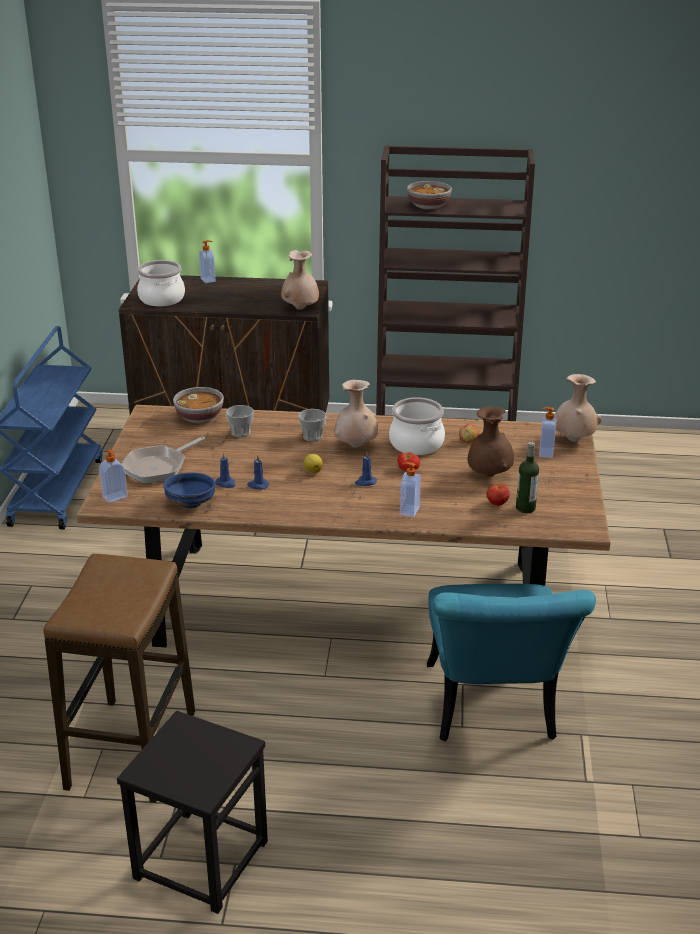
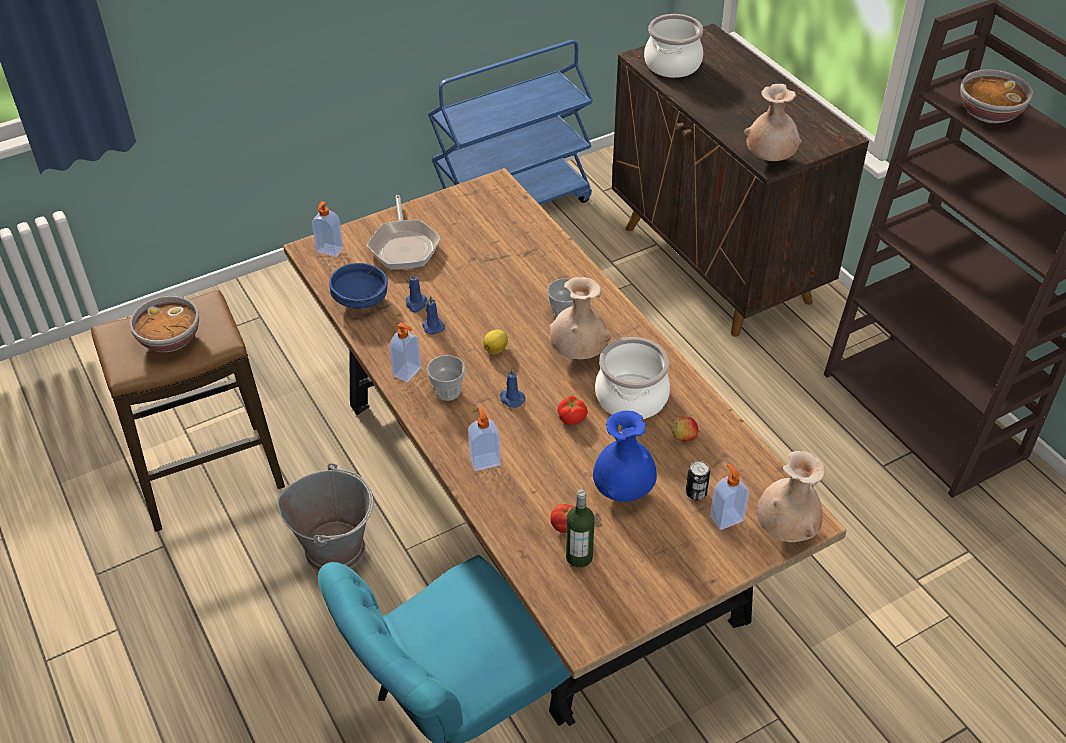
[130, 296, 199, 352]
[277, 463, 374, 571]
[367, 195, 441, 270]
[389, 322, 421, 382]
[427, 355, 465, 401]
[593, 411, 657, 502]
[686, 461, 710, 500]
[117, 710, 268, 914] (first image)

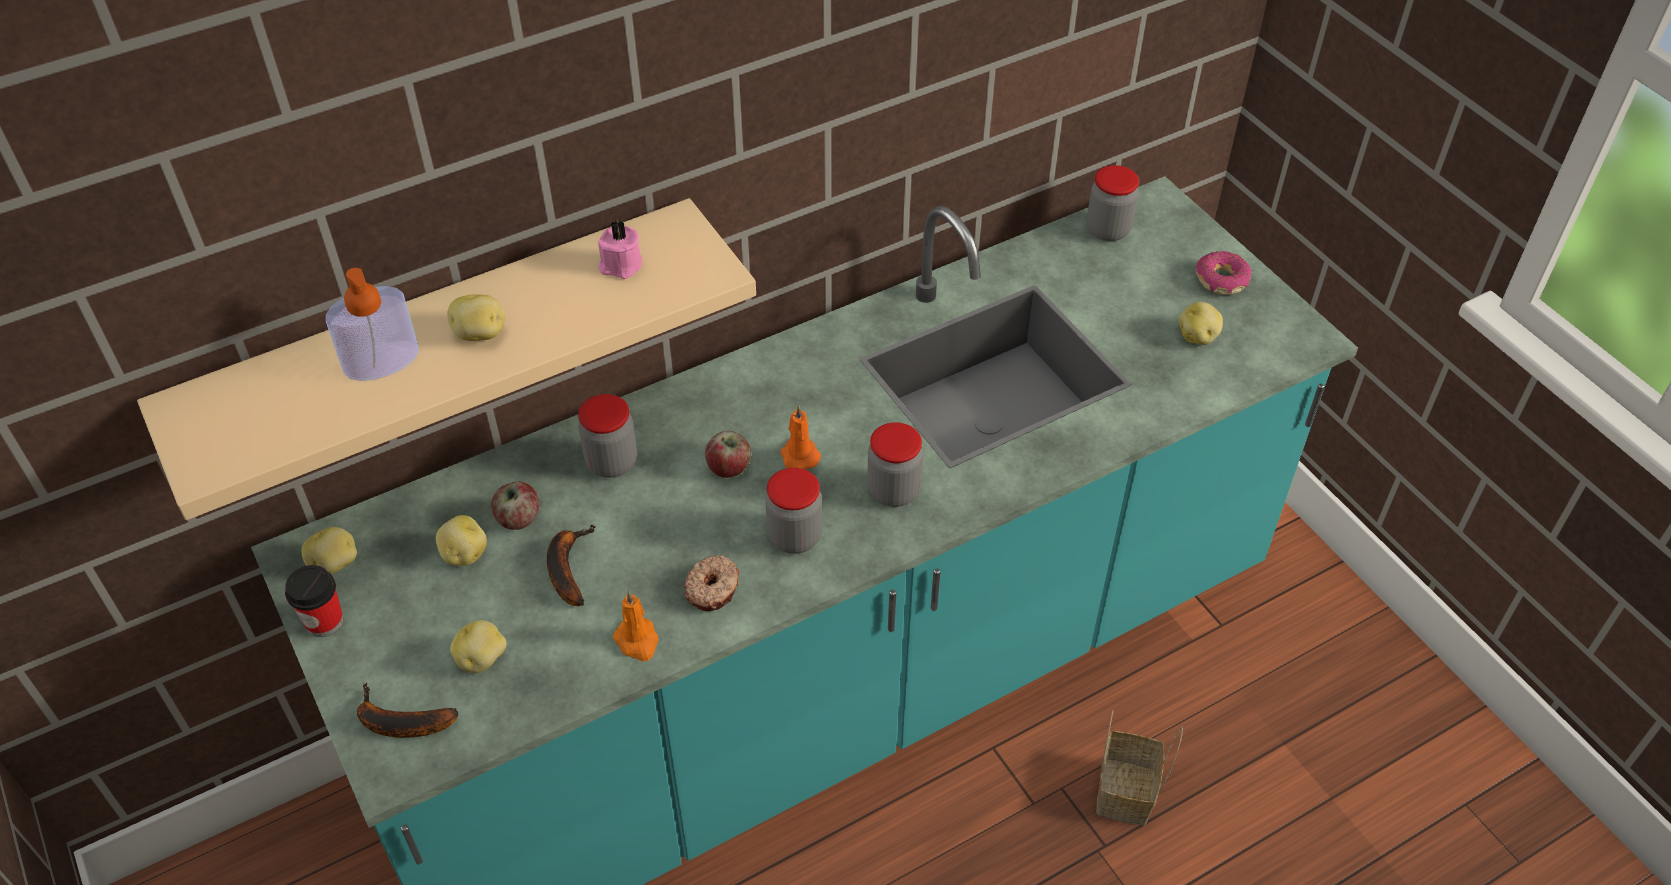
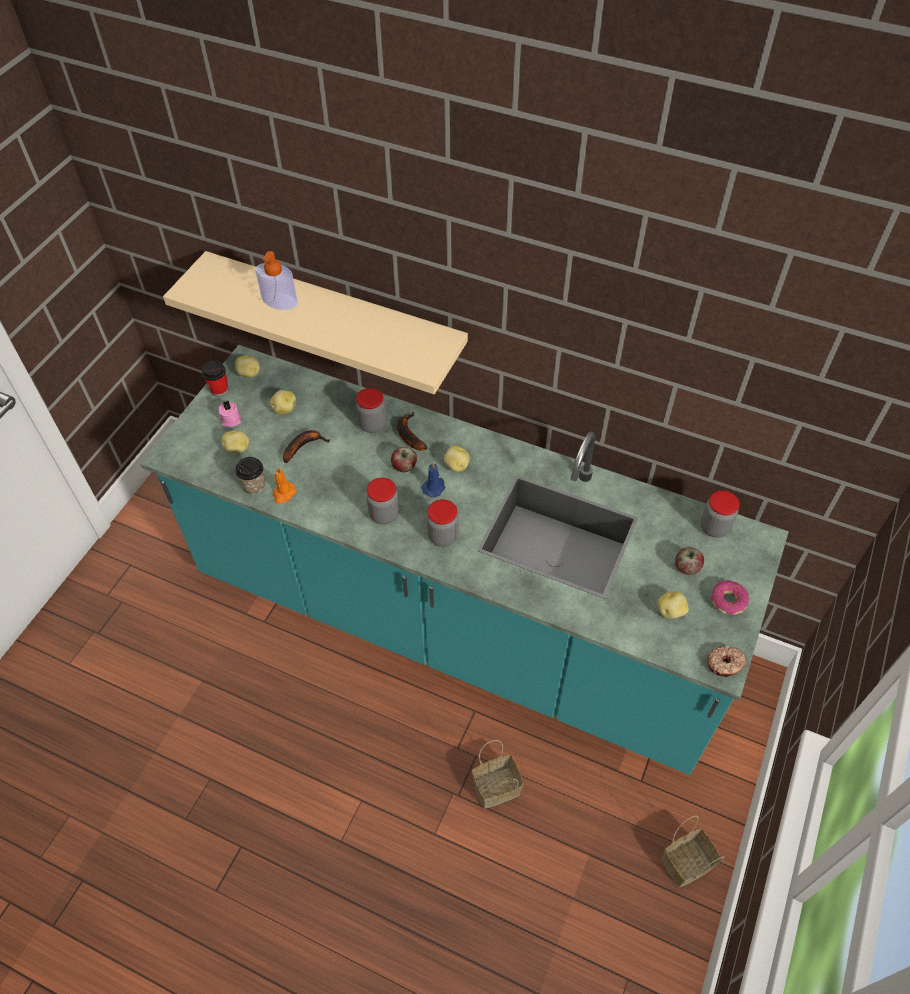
[218, 400, 241, 427]
[235, 457, 265, 495]
[397, 412, 428, 451]
[422, 462, 445, 498]
[444, 446, 470, 472]
[661, 816, 724, 888]
[675, 547, 704, 575]
[707, 646, 746, 677]

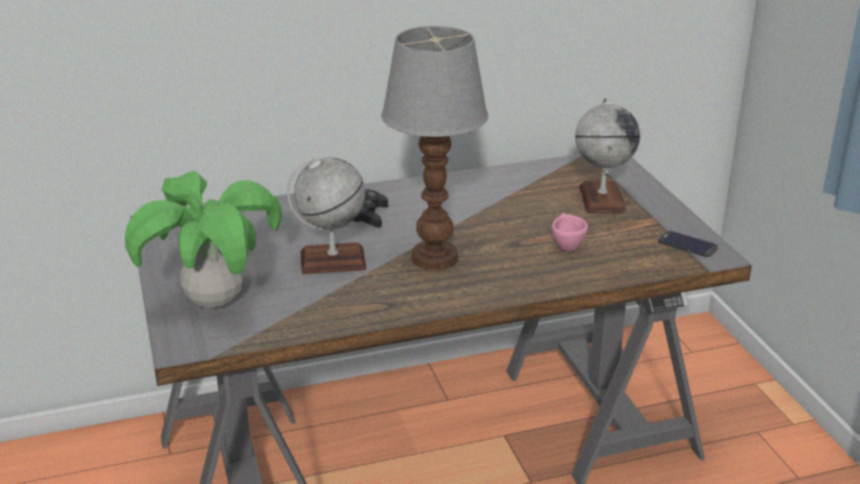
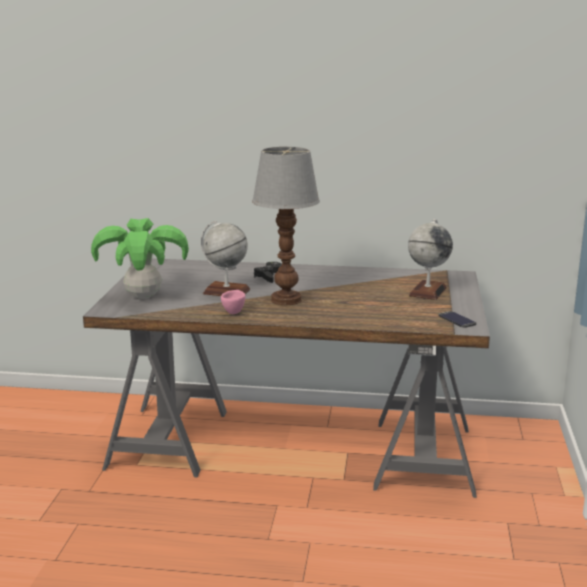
[221, 290, 245, 314]

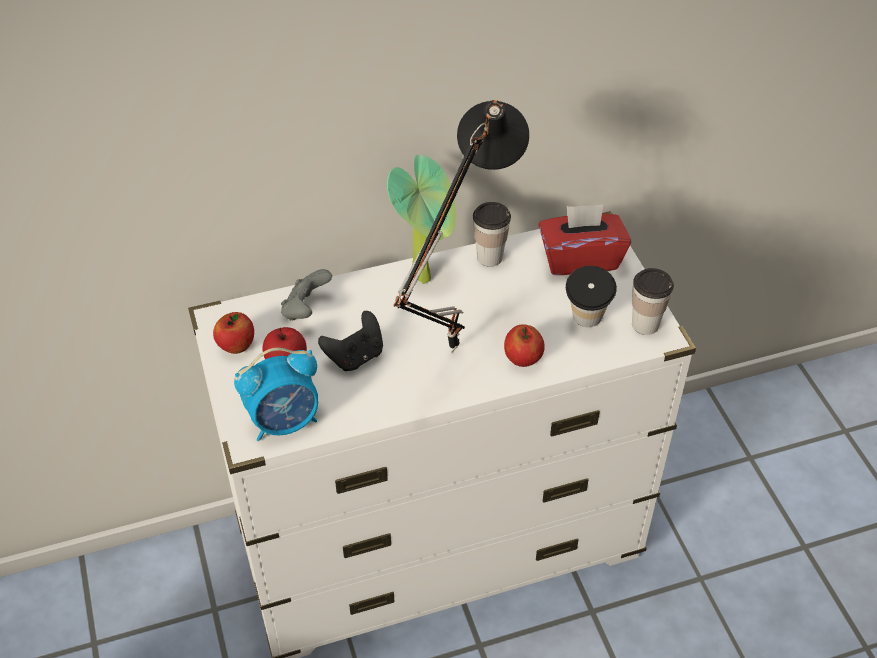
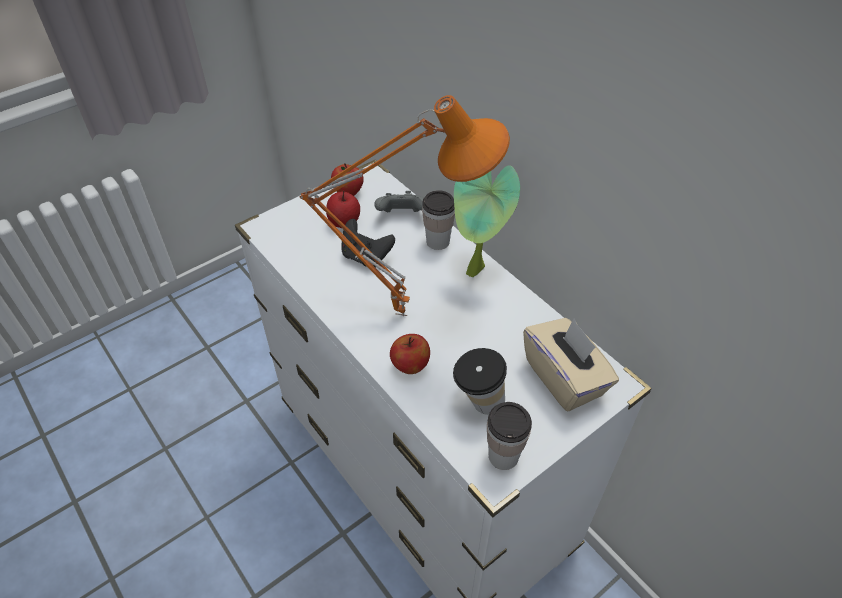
[300, 95, 510, 316]
[422, 190, 455, 250]
[523, 318, 619, 411]
[234, 348, 318, 441] (first image)

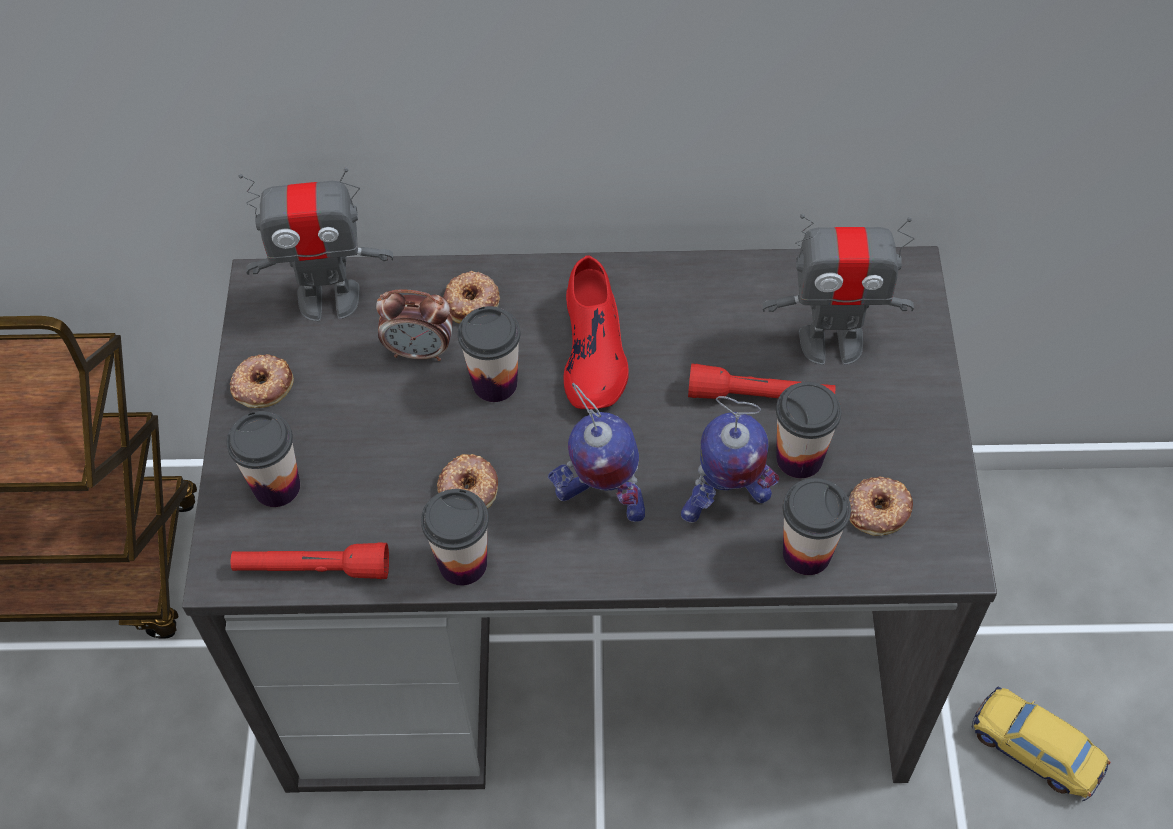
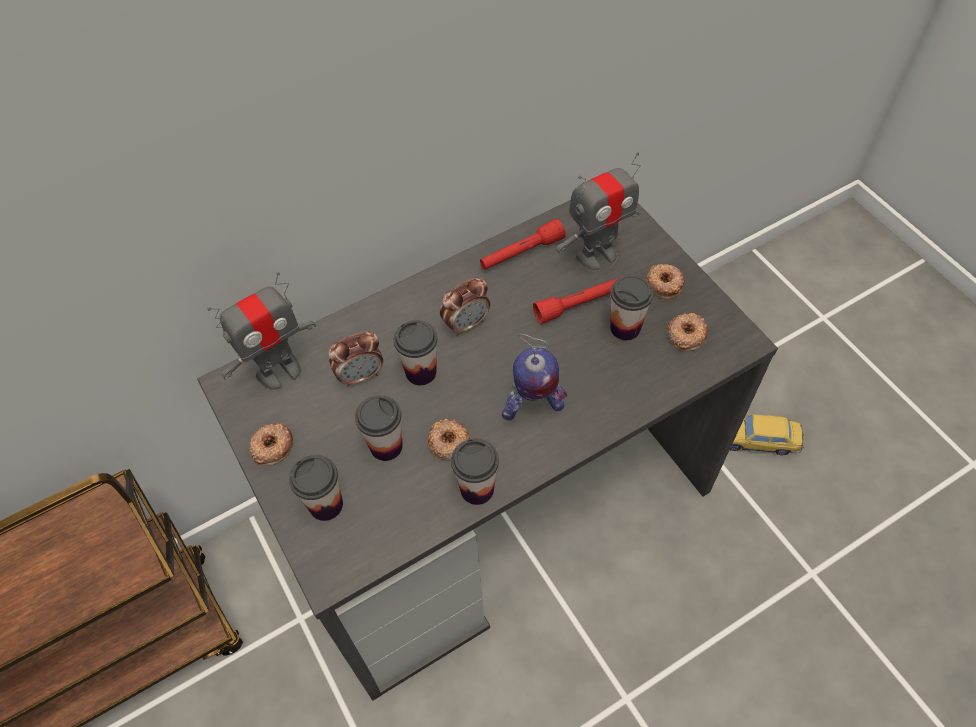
[355, 395, 403, 461]
[440, 278, 490, 336]
[480, 219, 566, 270]
[646, 264, 685, 300]
[681, 396, 779, 523] (first image)

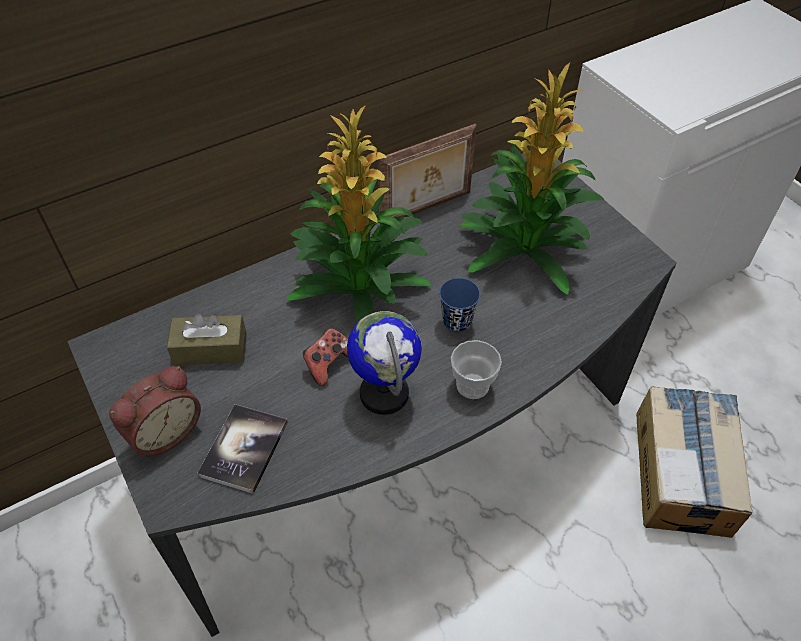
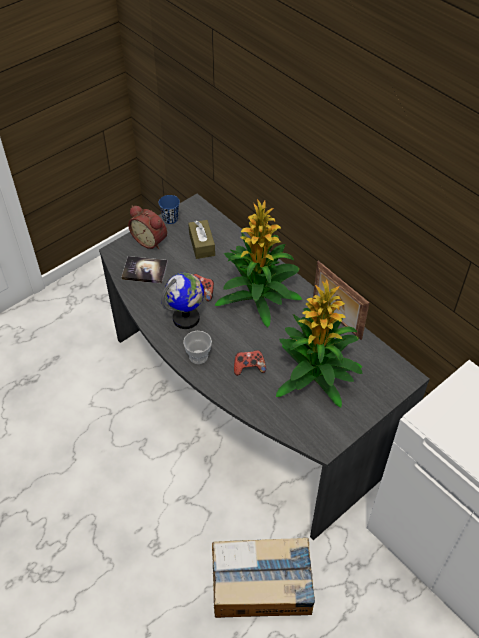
[159, 195, 180, 224]
[234, 350, 266, 376]

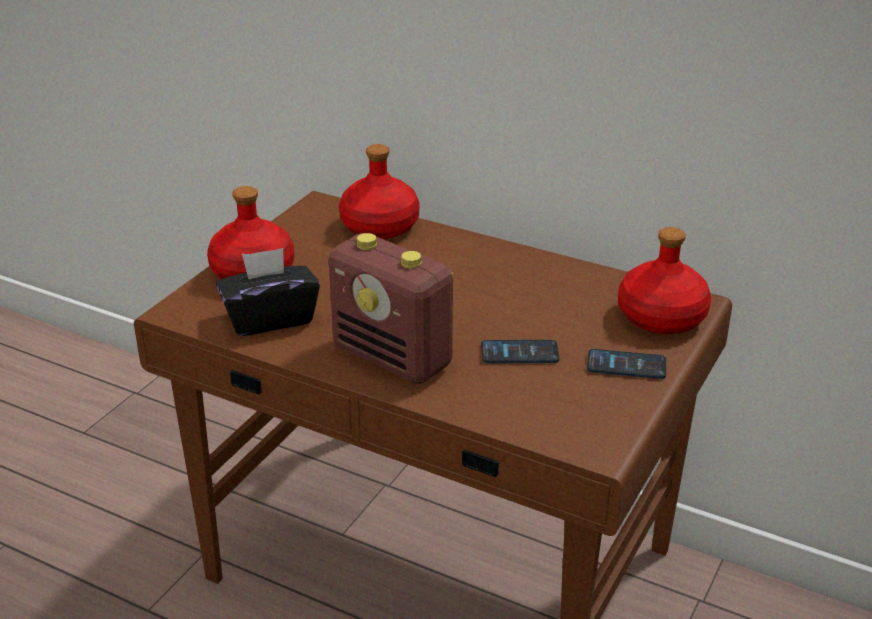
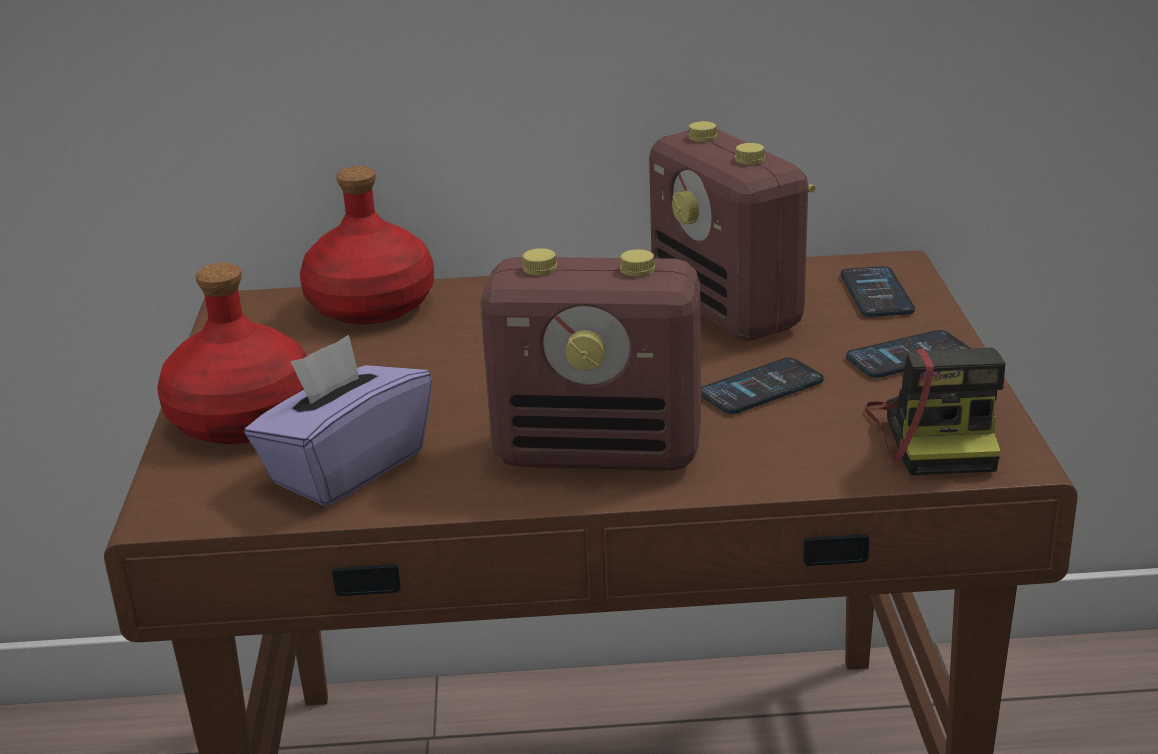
[245, 335, 432, 506]
[649, 121, 816, 341]
[841, 266, 915, 317]
[865, 348, 1005, 475]

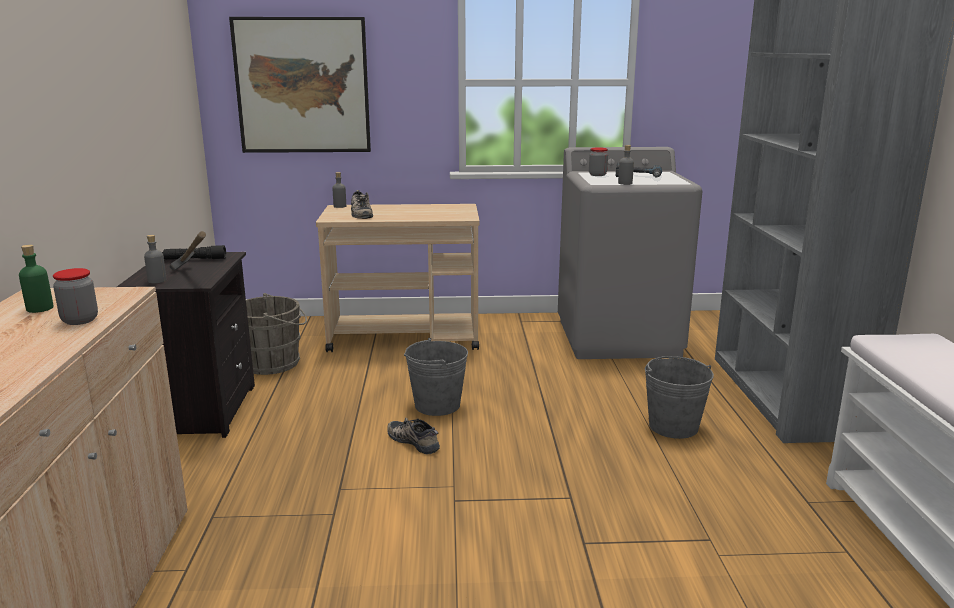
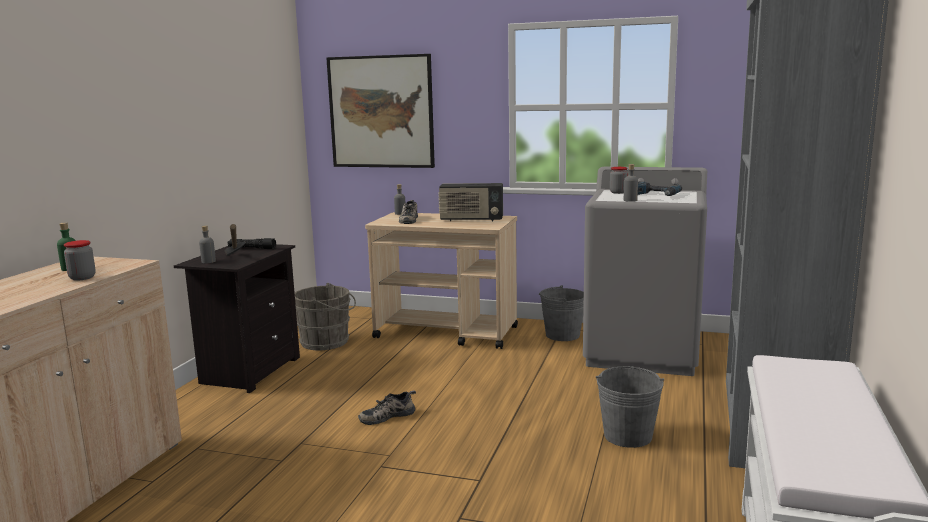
[358, 391, 416, 425]
[438, 183, 503, 221]
[539, 285, 584, 341]

